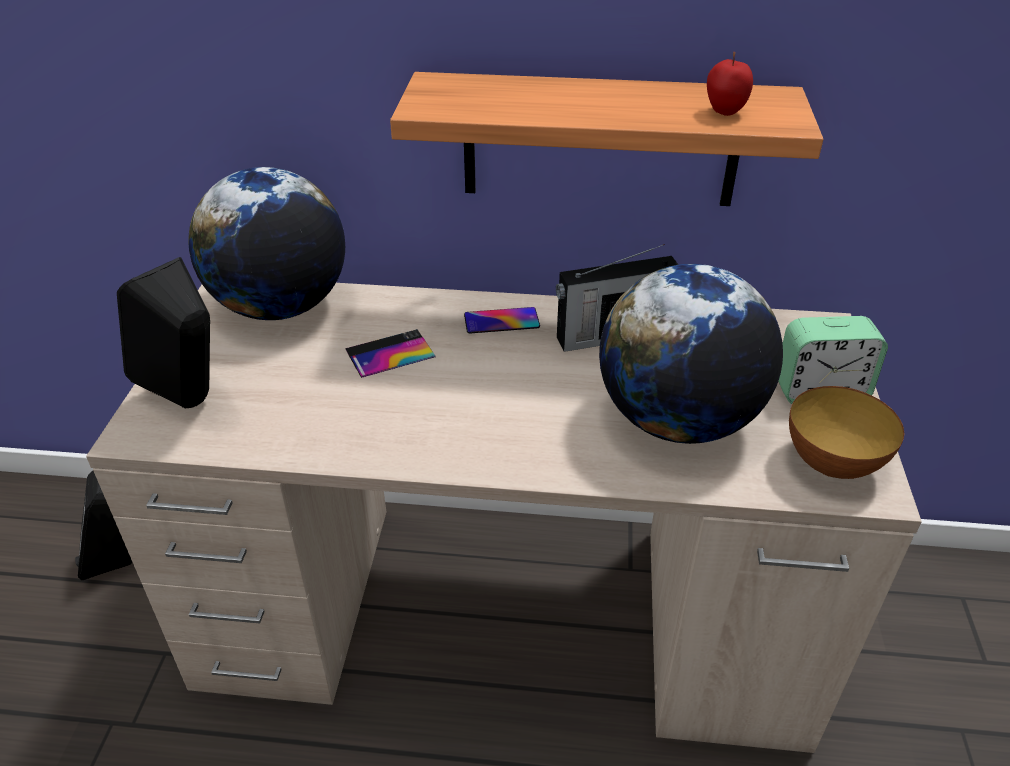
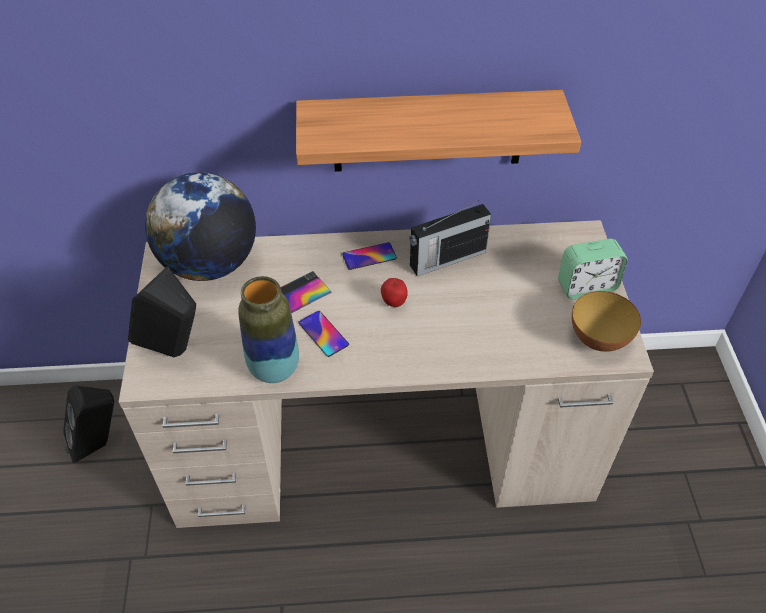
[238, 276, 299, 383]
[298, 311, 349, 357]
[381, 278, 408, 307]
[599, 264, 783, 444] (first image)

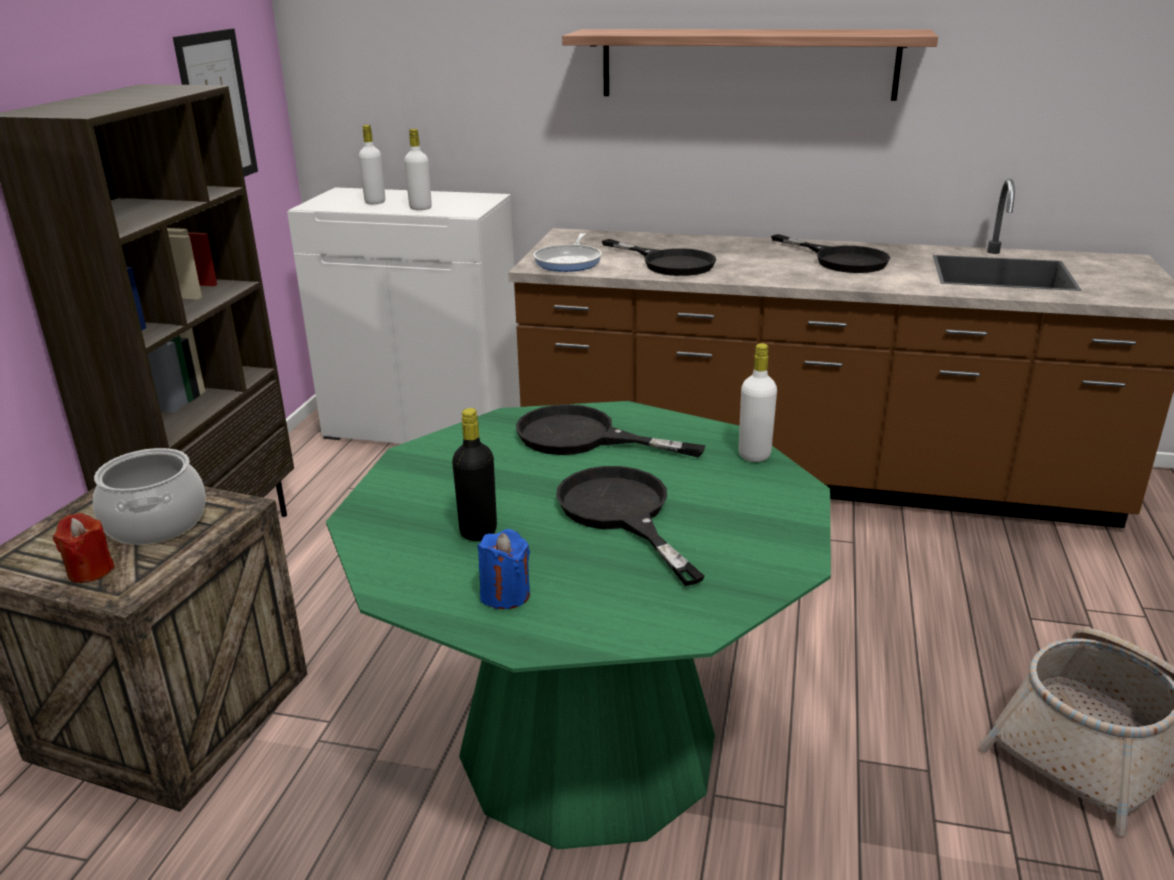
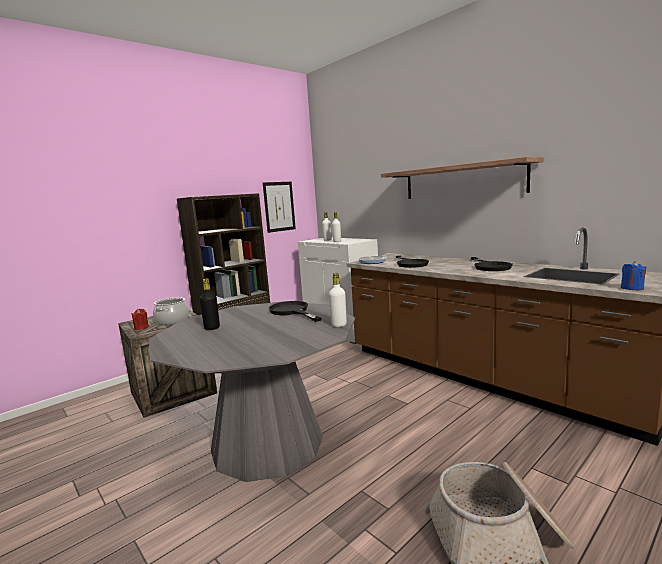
[149, 301, 355, 482]
[621, 261, 647, 290]
[556, 466, 705, 586] (first image)

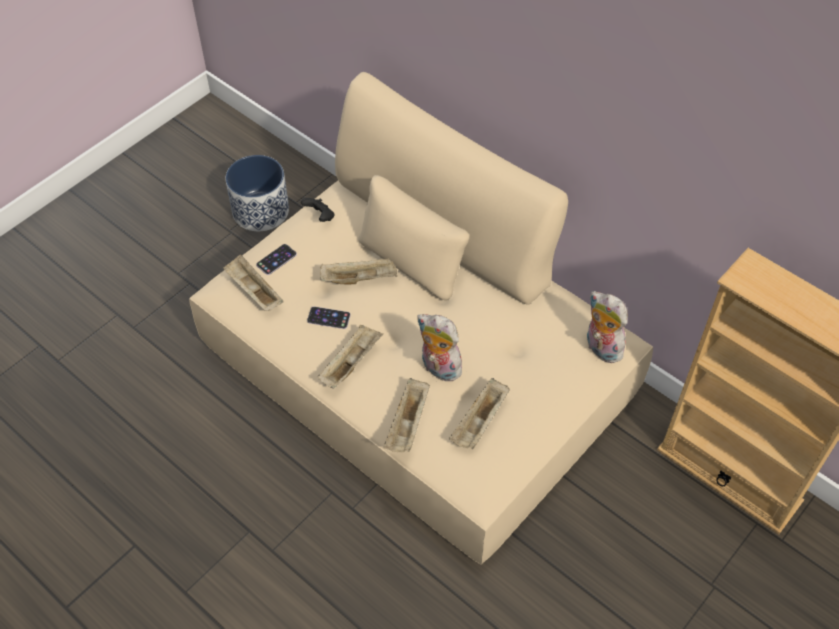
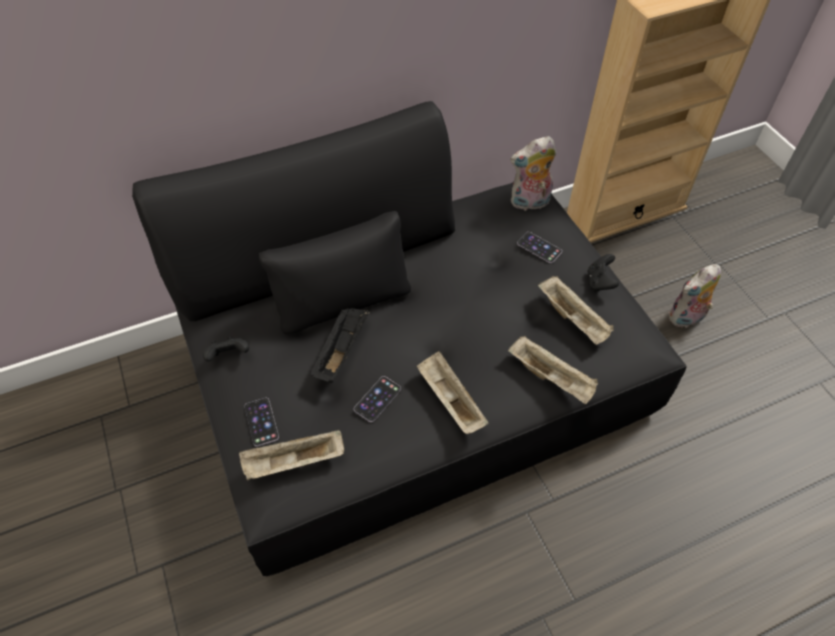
[132, 101, 687, 576]
[310, 308, 370, 383]
[517, 232, 562, 263]
[587, 254, 619, 292]
[669, 264, 721, 329]
[225, 155, 289, 231] (first image)

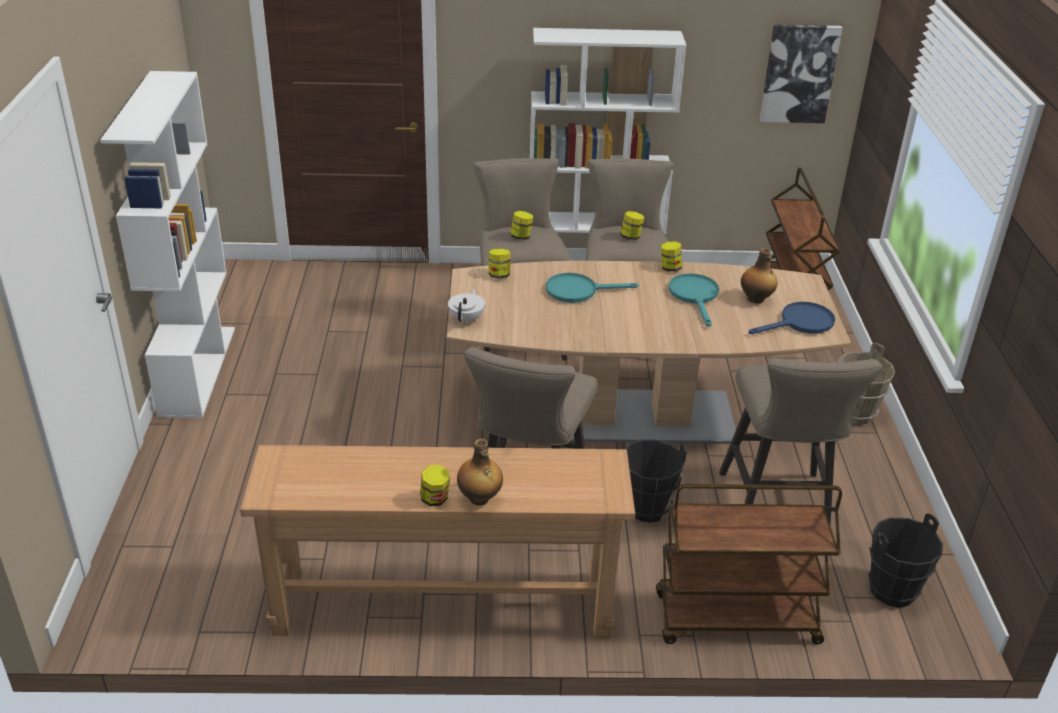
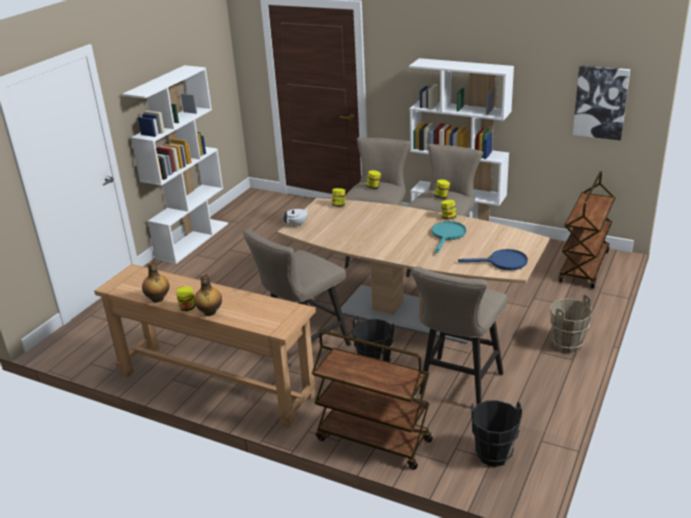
[142, 261, 169, 303]
[546, 273, 639, 303] (first image)

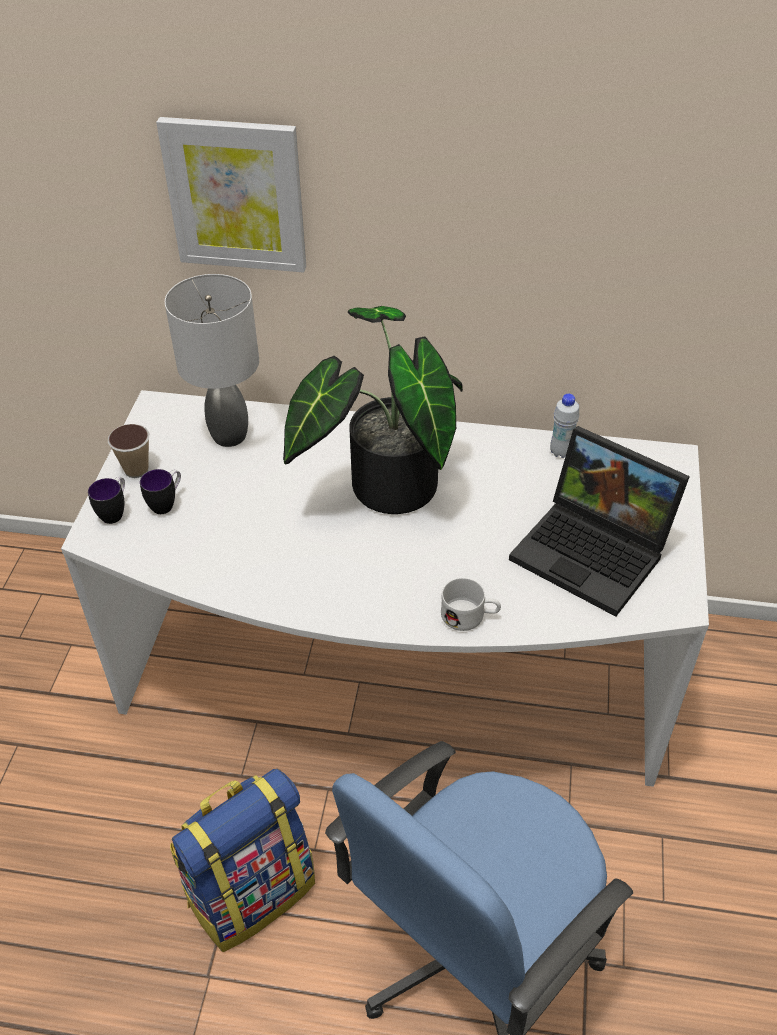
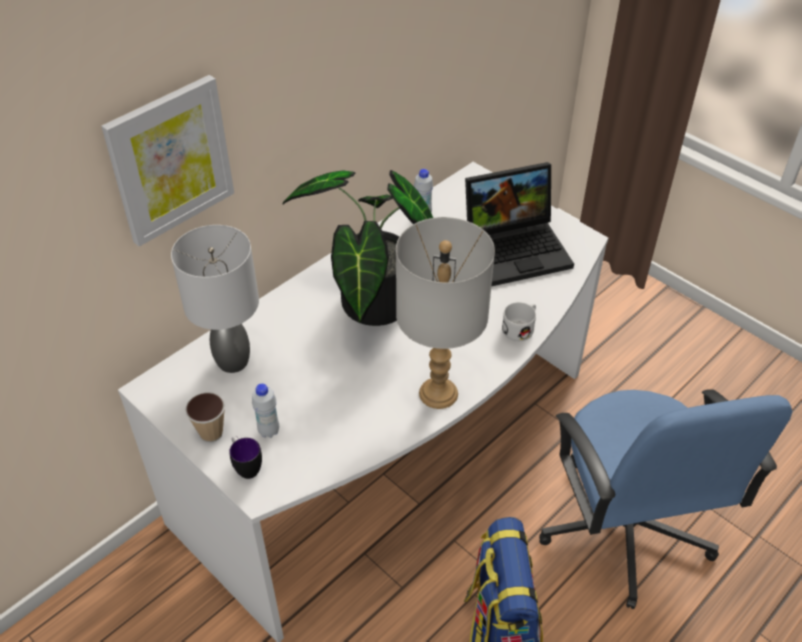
[252, 384, 279, 438]
[396, 217, 495, 409]

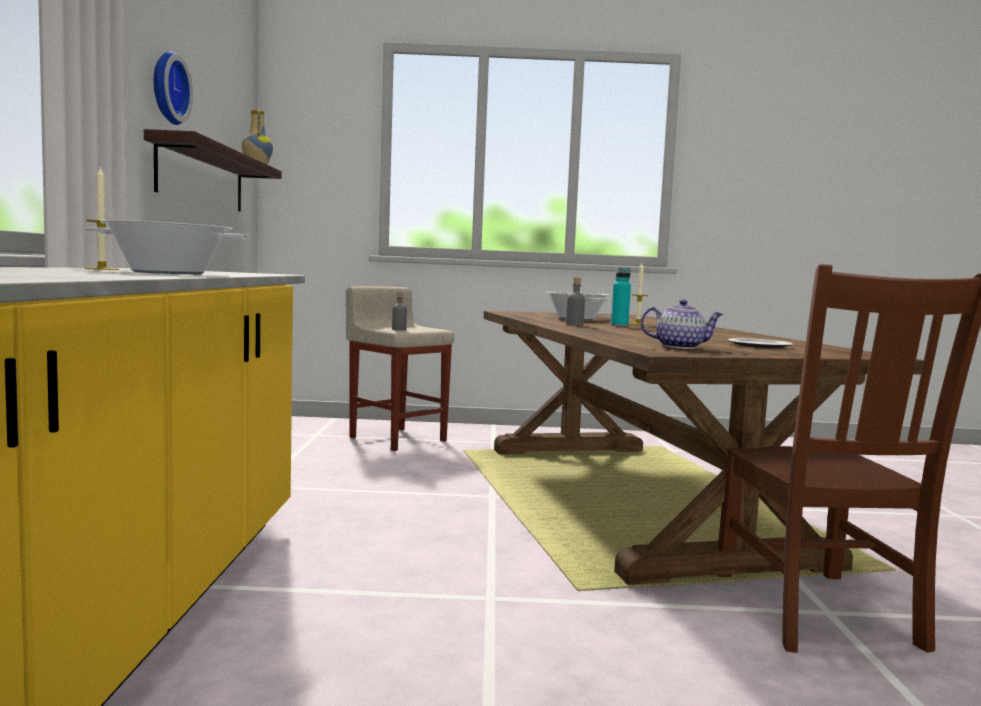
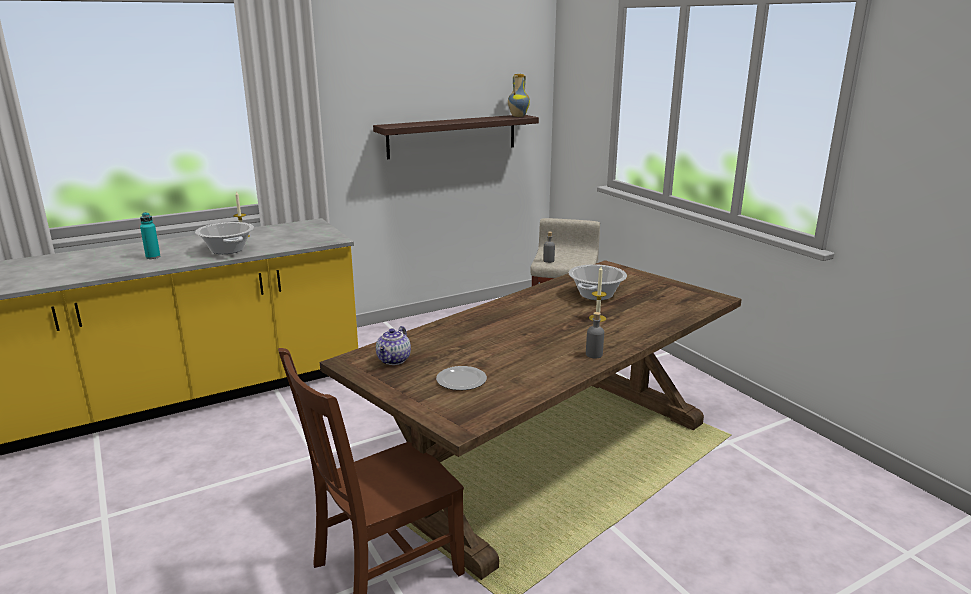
[140, 212, 160, 259]
[376, 326, 411, 365]
[586, 312, 604, 358]
[154, 51, 193, 125] (first image)

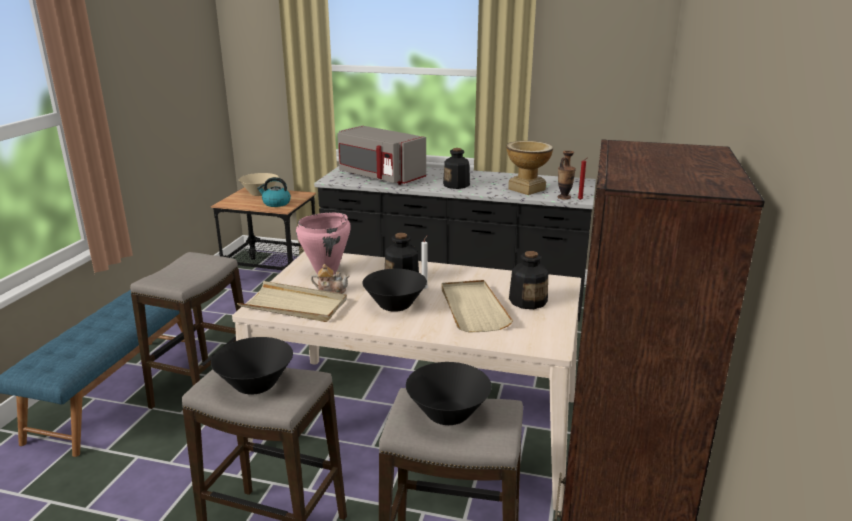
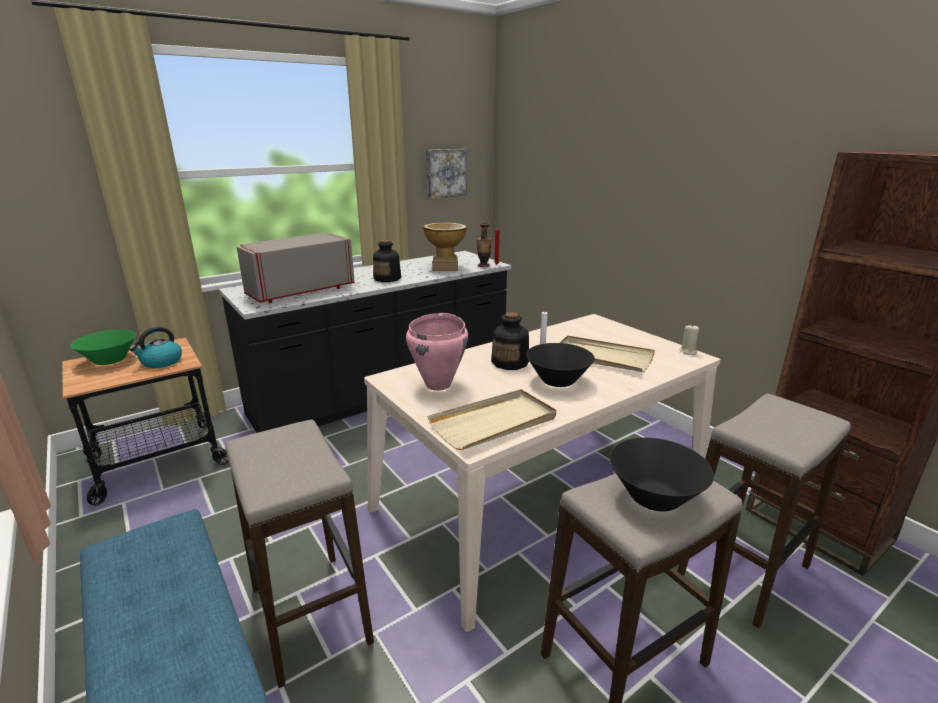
[70, 330, 136, 365]
[237, 233, 355, 303]
[426, 149, 467, 199]
[680, 325, 699, 355]
[311, 264, 350, 294] (first image)
[406, 362, 492, 425] (first image)
[509, 251, 548, 309] (first image)

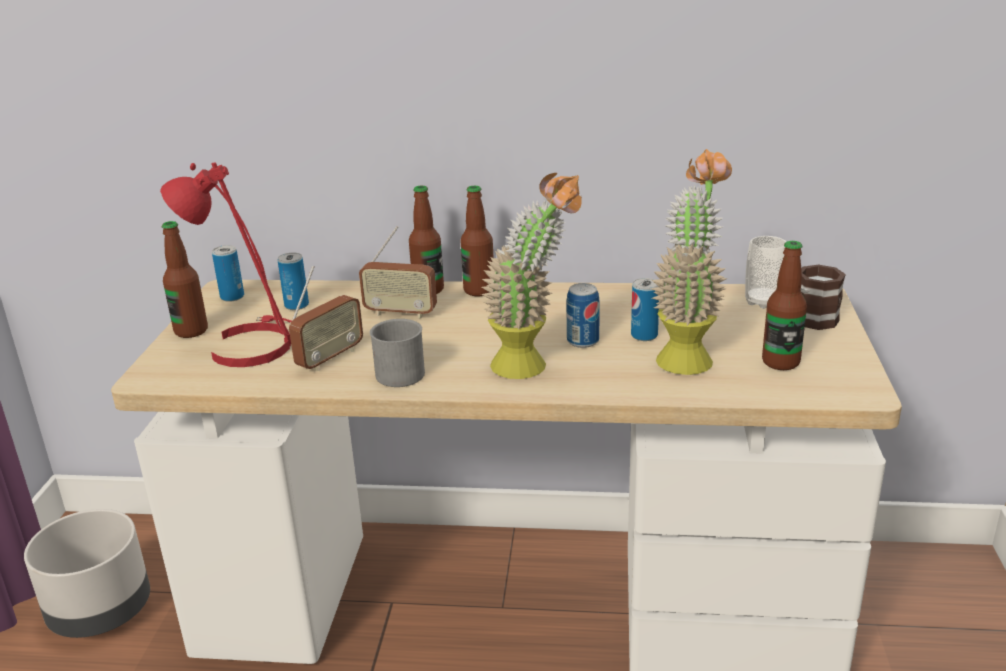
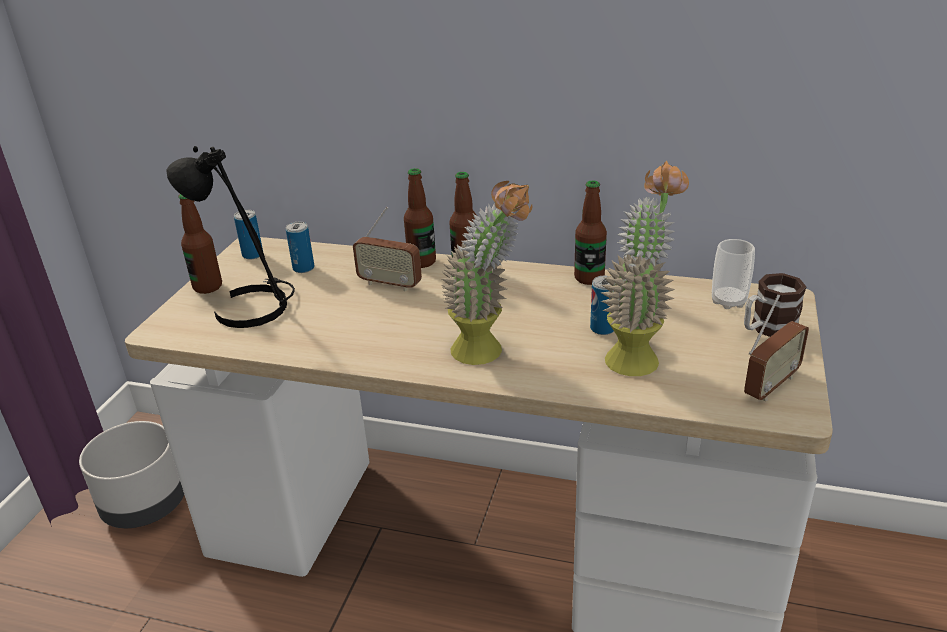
[166, 146, 295, 328]
[574, 180, 607, 285]
[744, 294, 809, 401]
[370, 319, 425, 387] (first image)
[567, 283, 600, 348] (first image)

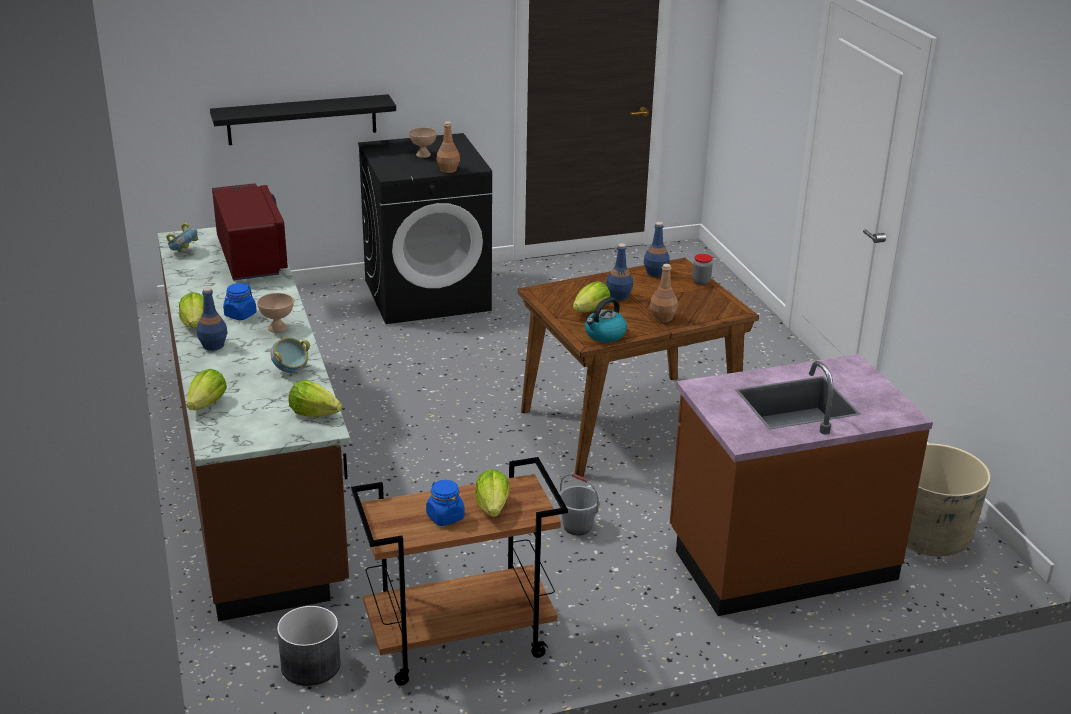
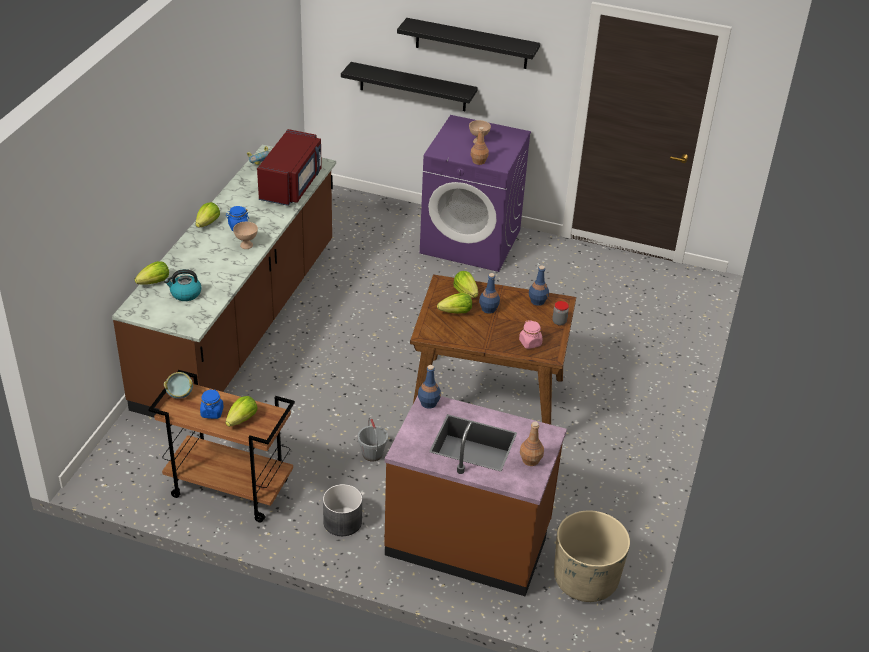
[164, 269, 202, 301]
[164, 372, 193, 399]
[323, 484, 362, 536]
[397, 18, 540, 69]
[418, 365, 441, 409]
[420, 115, 531, 272]
[453, 271, 478, 298]
[519, 320, 543, 349]
[520, 422, 544, 466]

